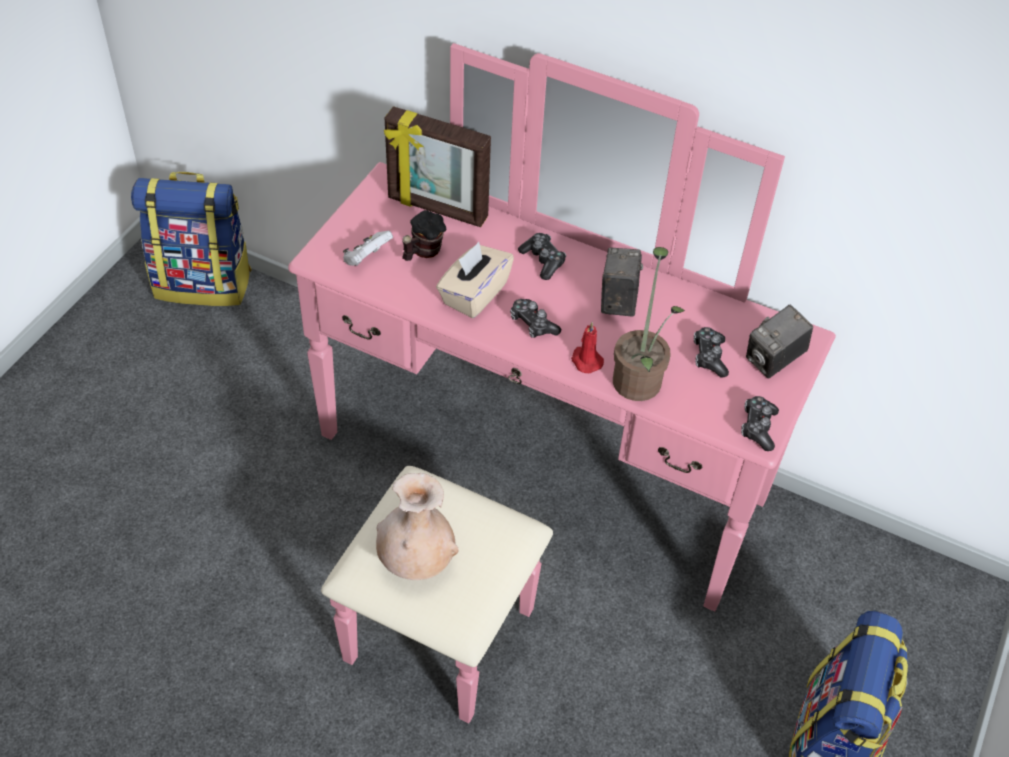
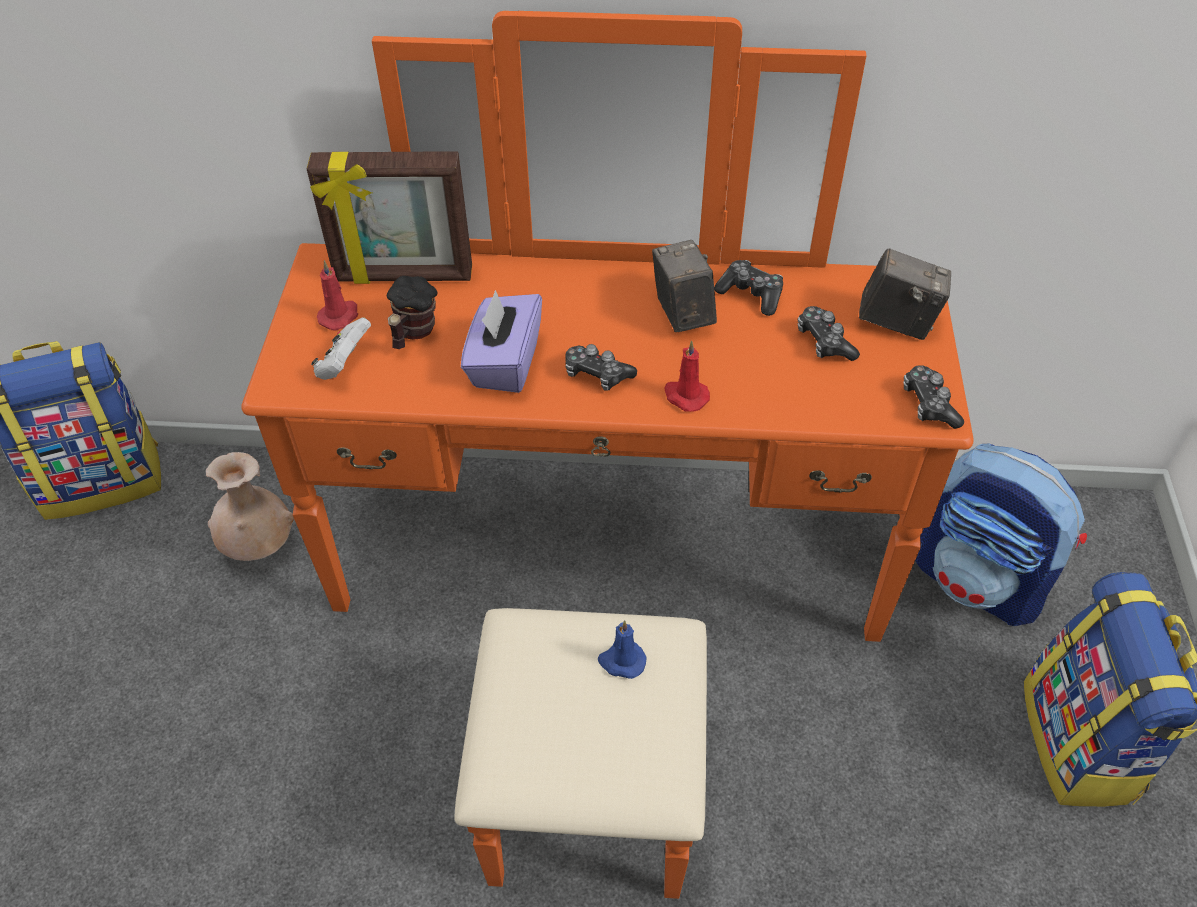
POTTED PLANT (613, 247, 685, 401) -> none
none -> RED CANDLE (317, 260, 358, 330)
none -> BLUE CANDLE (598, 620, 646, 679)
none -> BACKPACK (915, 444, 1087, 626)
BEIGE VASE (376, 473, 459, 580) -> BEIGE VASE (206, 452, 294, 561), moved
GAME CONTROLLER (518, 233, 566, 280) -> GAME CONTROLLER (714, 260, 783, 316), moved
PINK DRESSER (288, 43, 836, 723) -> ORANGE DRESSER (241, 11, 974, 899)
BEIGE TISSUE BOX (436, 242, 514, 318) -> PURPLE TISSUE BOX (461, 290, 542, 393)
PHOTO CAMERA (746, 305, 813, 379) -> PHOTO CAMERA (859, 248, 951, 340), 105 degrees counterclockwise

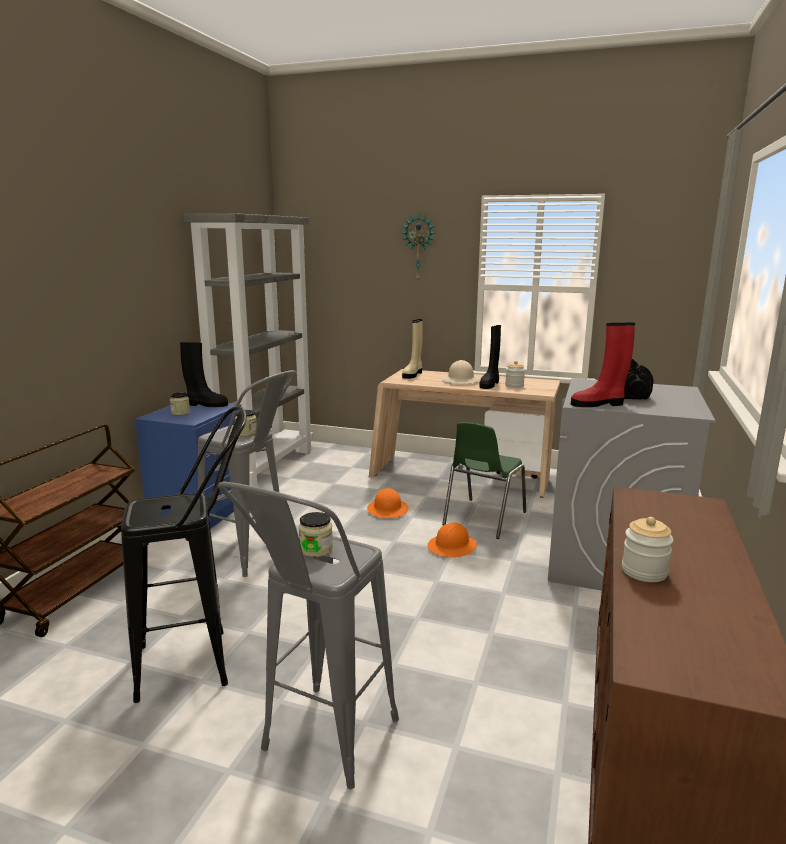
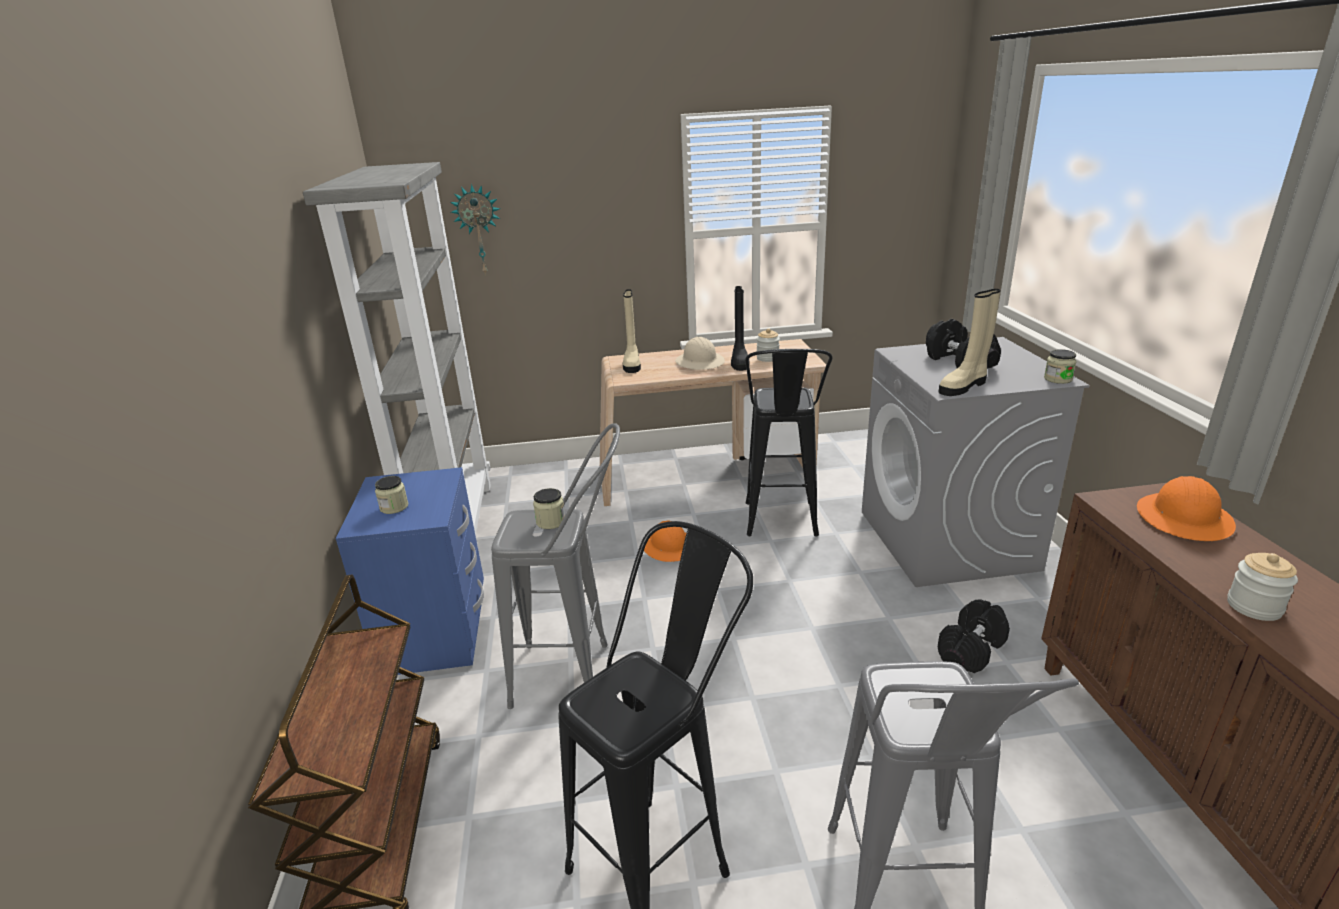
BLACK BOOT (180, 342, 228, 407) -> none
none -> BLACK DUMBBELL (938, 599, 1010, 673)
JAR (299, 512, 333, 557) -> JAR (1044, 349, 1077, 384), moved
WALL CLOCK (402, 215, 435, 280) -> WALL CLOCK (450, 184, 500, 276), moved
ORANGE HARD HAT (427, 522, 477, 557) -> ORANGE HARD HAT (1137, 476, 1236, 541), moved
GREEN CHAIR (442, 422, 526, 539) -> BLACK STOOL (745, 349, 832, 537)
RED BOOT (571, 322, 635, 407) -> BEIGE BOOT (938, 289, 1000, 396)

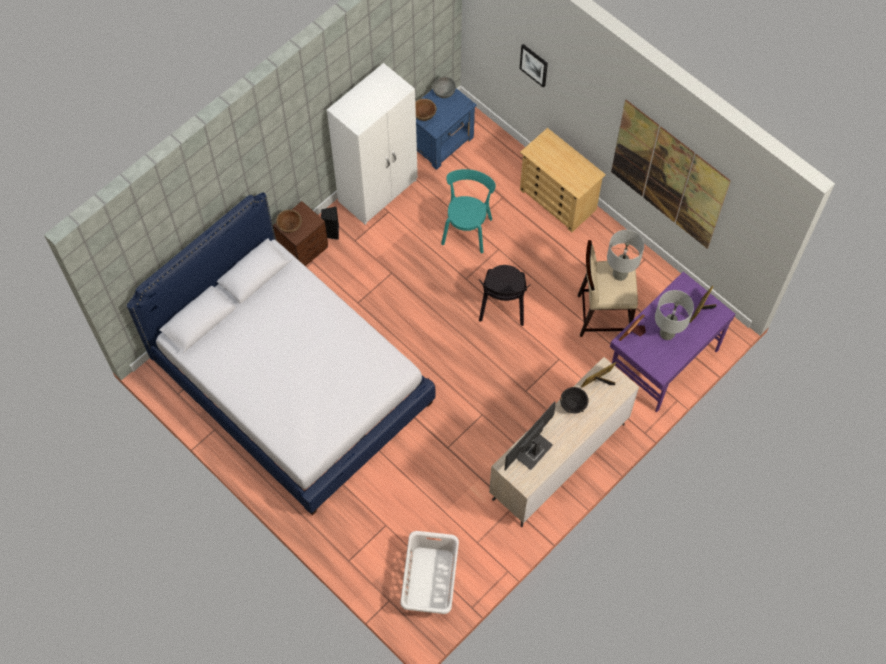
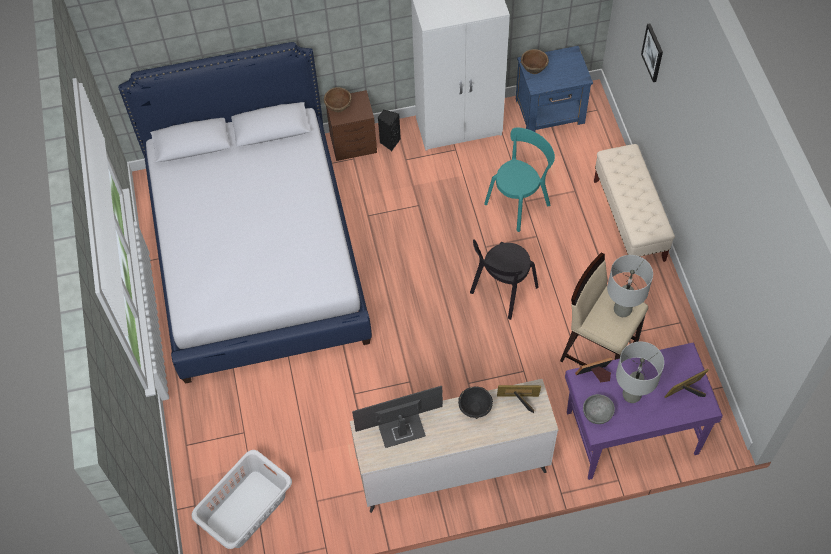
PICTURE (611, 100, 731, 248) -> none
GREY BOWL (433, 77, 456, 98) -> GREY BOWL (583, 394, 615, 424), moved
BEIGE DRESSER (520, 128, 606, 233) -> BEIGE BENCH (594, 144, 675, 262)

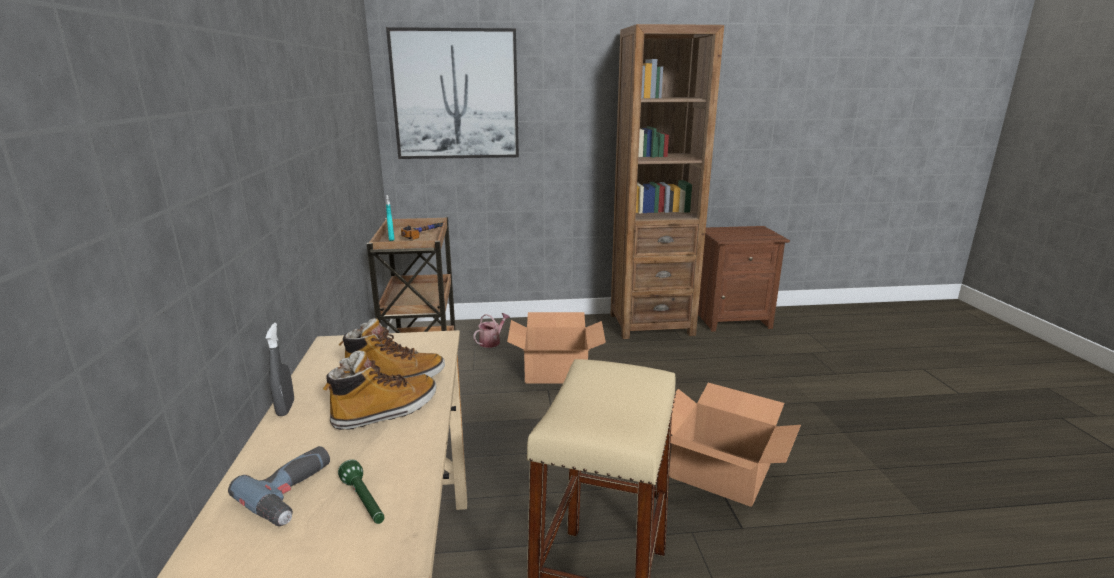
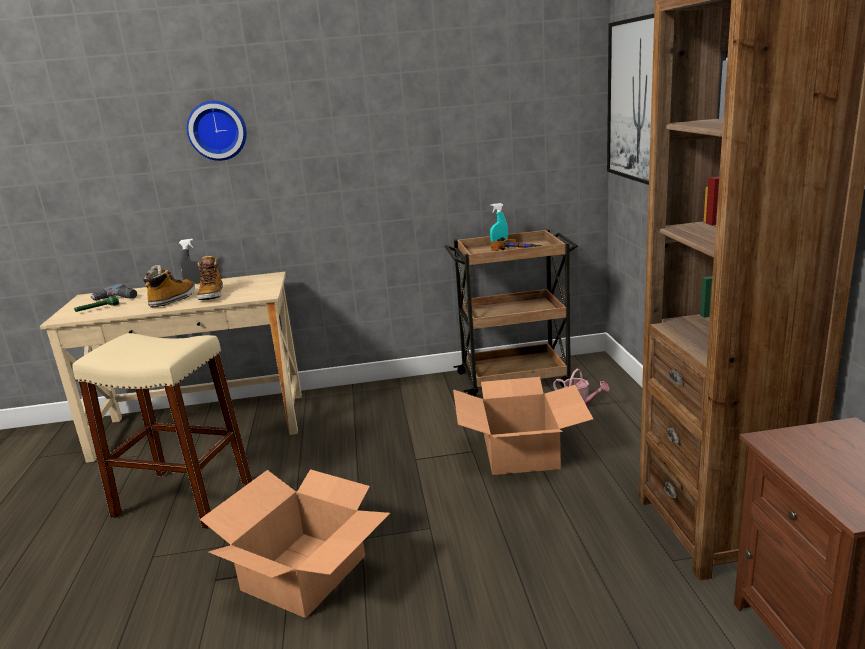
none -> WALL CLOCK (187, 101, 247, 161)
BOOT (323, 350, 436, 430) -> BOOT (143, 265, 195, 307), 120 degrees counterclockwise

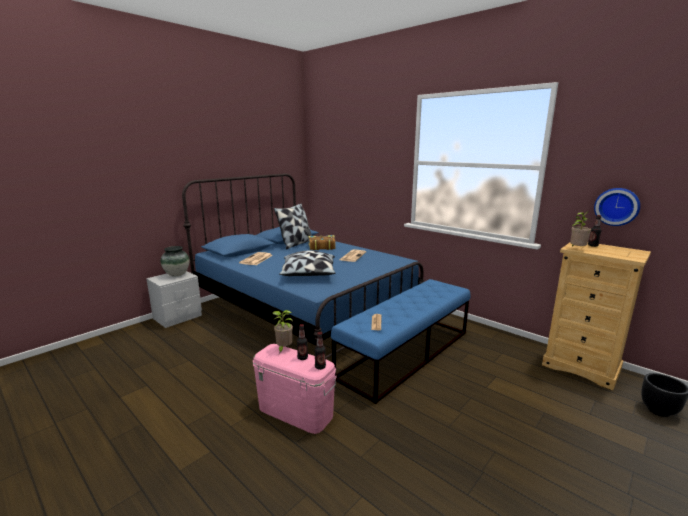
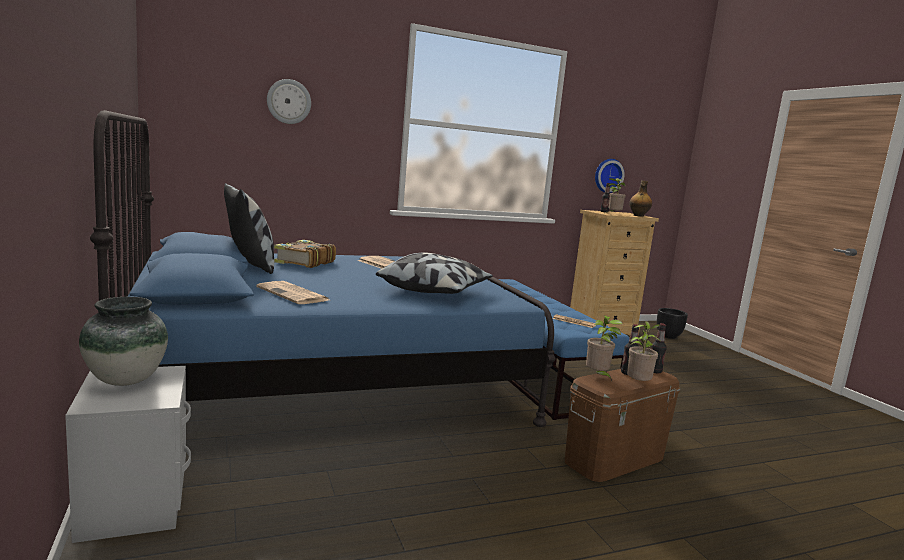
none -> WALL CLOCK (267, 79, 311, 124)
none -> POTTED PLANT (627, 321, 660, 381)
none -> BOTTLE (629, 180, 652, 217)
PINK STORAGE BOX (253, 344, 337, 434) -> BROWN STORAGE BOX (565, 369, 680, 482)

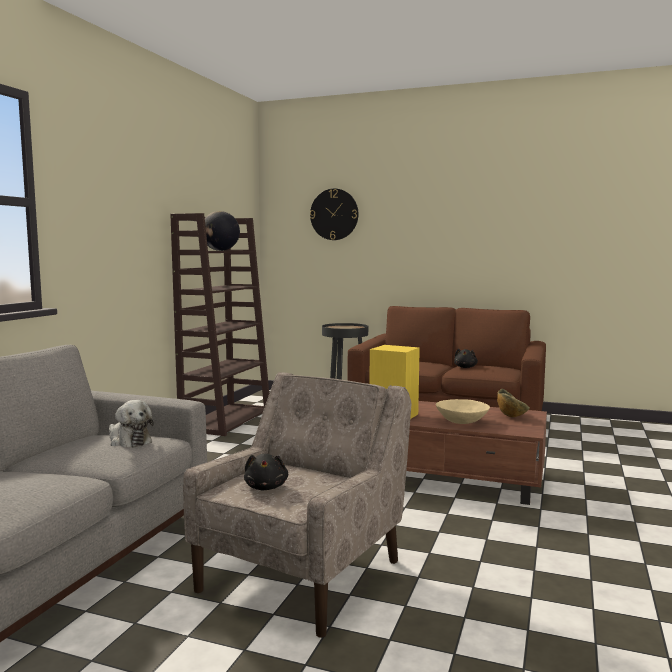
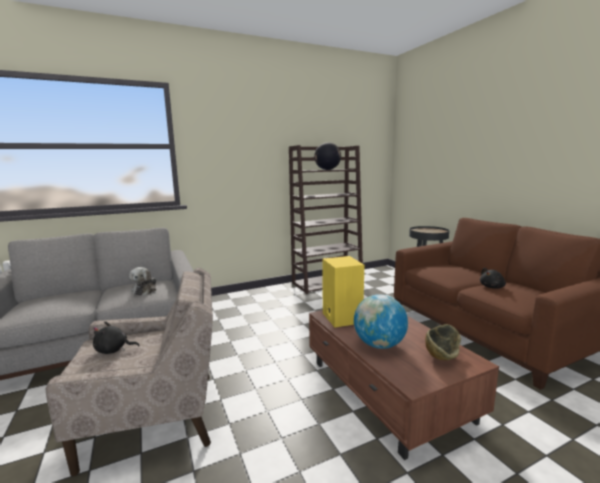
WALL CLOCK (310, 189, 358, 240) -> none
BEIGE BOWL (436, 399, 490, 424) -> GLOBE (354, 294, 408, 349)
BLACK PLUSH TOY (244, 454, 288, 490) -> BLACK PLUSH TOY (93, 321, 140, 354), 45 degrees clockwise

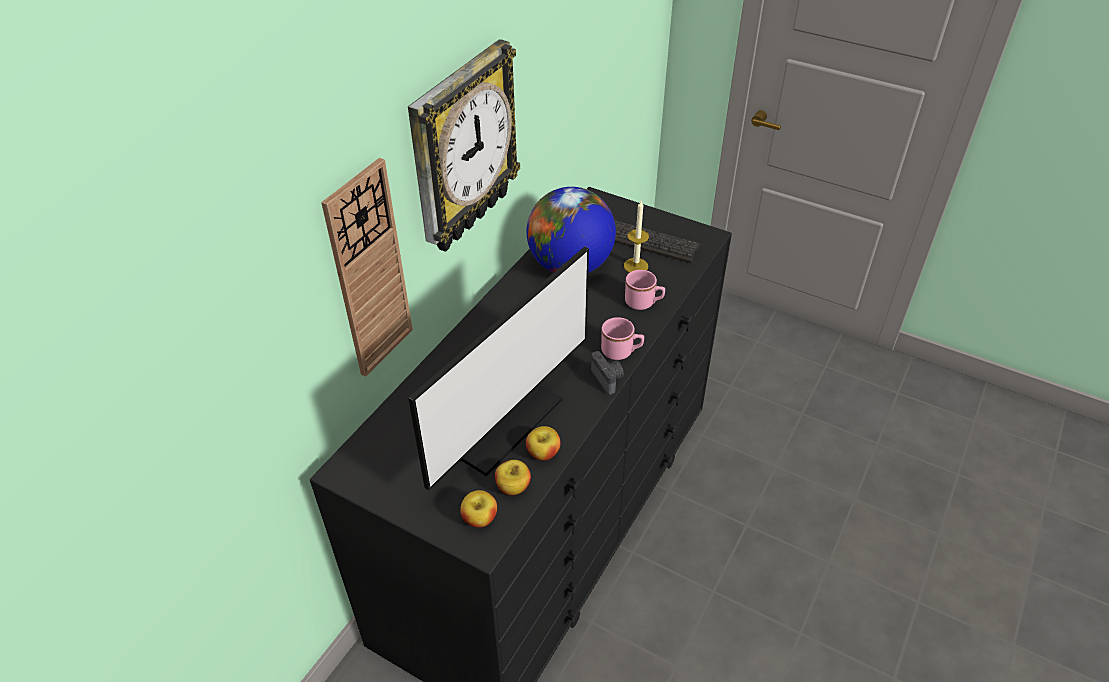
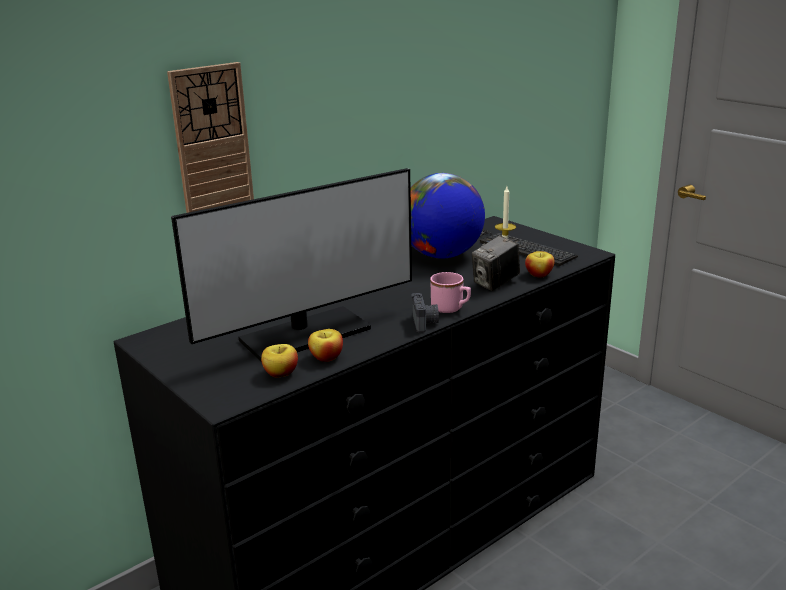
WALL CLOCK (408, 39, 520, 252) -> none
APPLE (460, 490, 497, 528) -> APPLE (525, 251, 554, 278), moved
PINK MUG (625, 270, 665, 310) -> PHOTO CAMERA (472, 235, 520, 291)

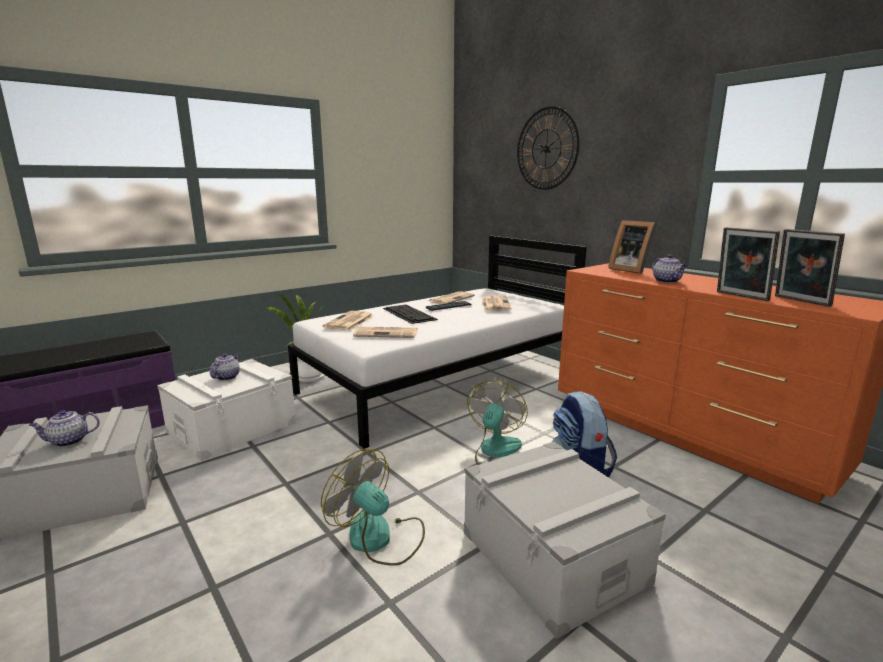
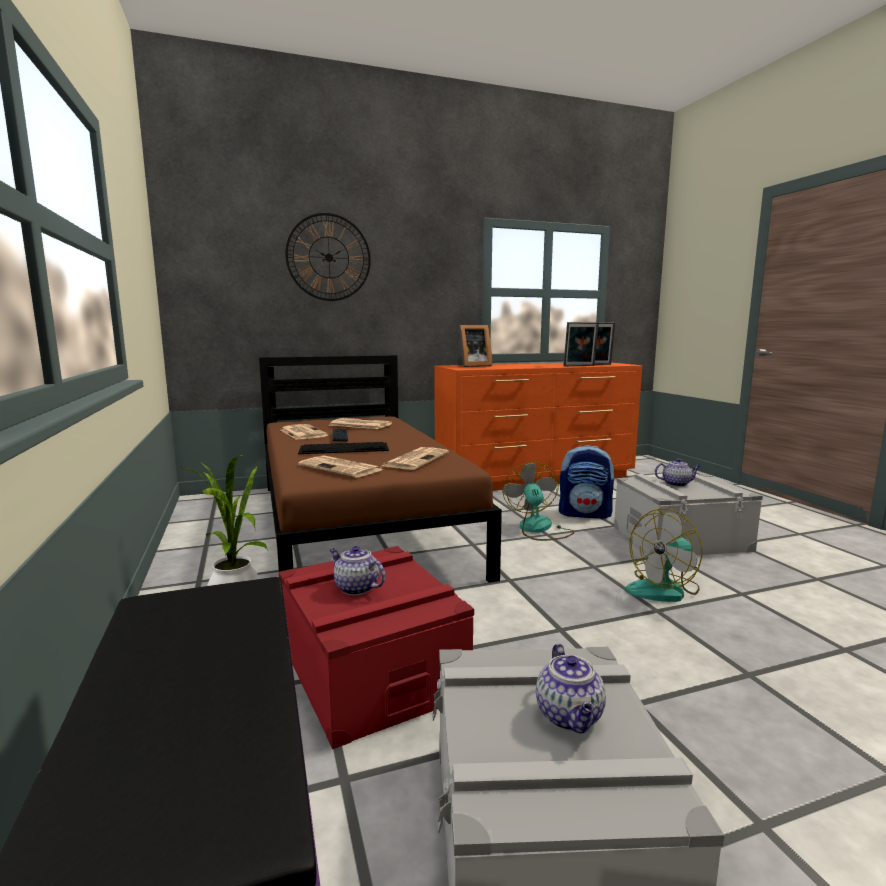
TEAPOT (651, 254, 687, 283) -> TEAPOT (655, 458, 700, 487), moved
WHITE STORAGE BOX (157, 359, 296, 461) -> RED STORAGE BOX (279, 546, 474, 749)
WHITE BED (288, 236, 587, 449) -> BROWN BED (259, 355, 502, 583)
FAN (467, 380, 528, 465) -> FAN (503, 462, 575, 541), 45 degrees clockwise

